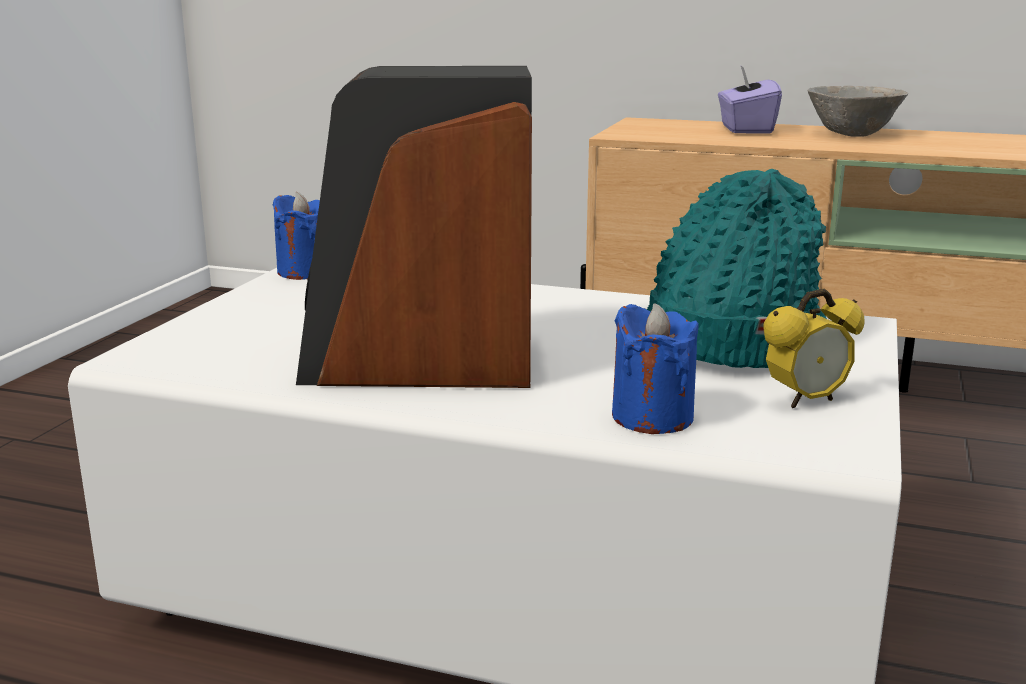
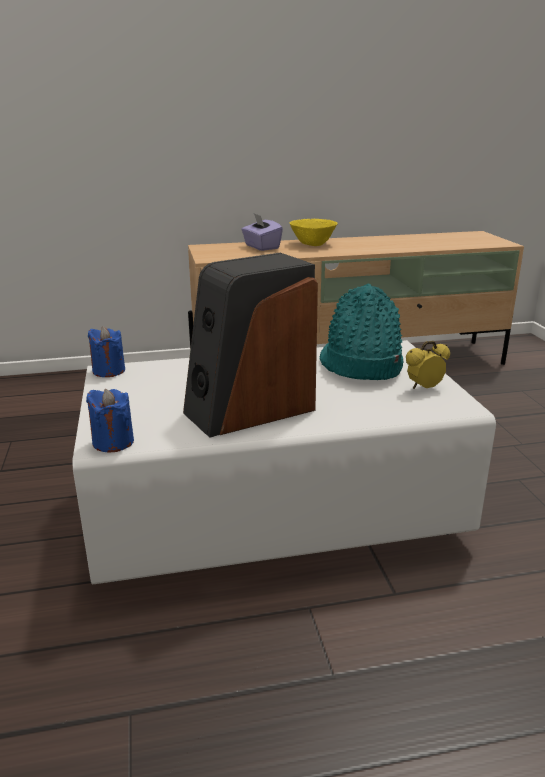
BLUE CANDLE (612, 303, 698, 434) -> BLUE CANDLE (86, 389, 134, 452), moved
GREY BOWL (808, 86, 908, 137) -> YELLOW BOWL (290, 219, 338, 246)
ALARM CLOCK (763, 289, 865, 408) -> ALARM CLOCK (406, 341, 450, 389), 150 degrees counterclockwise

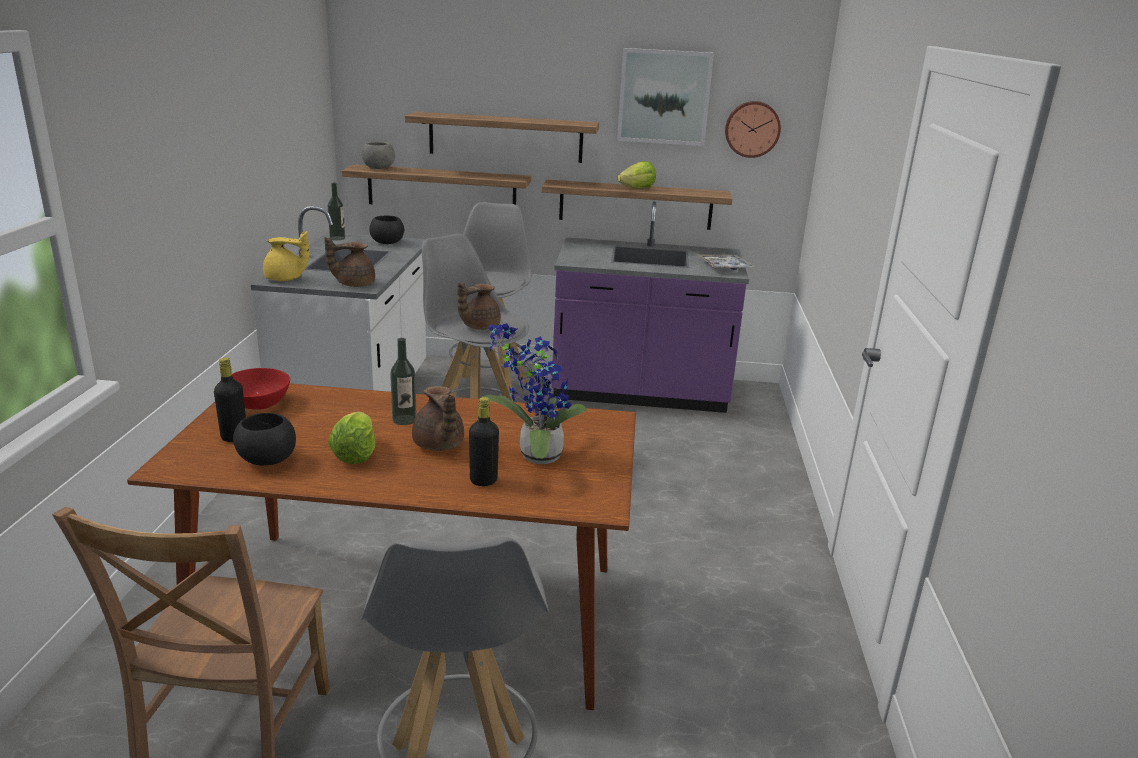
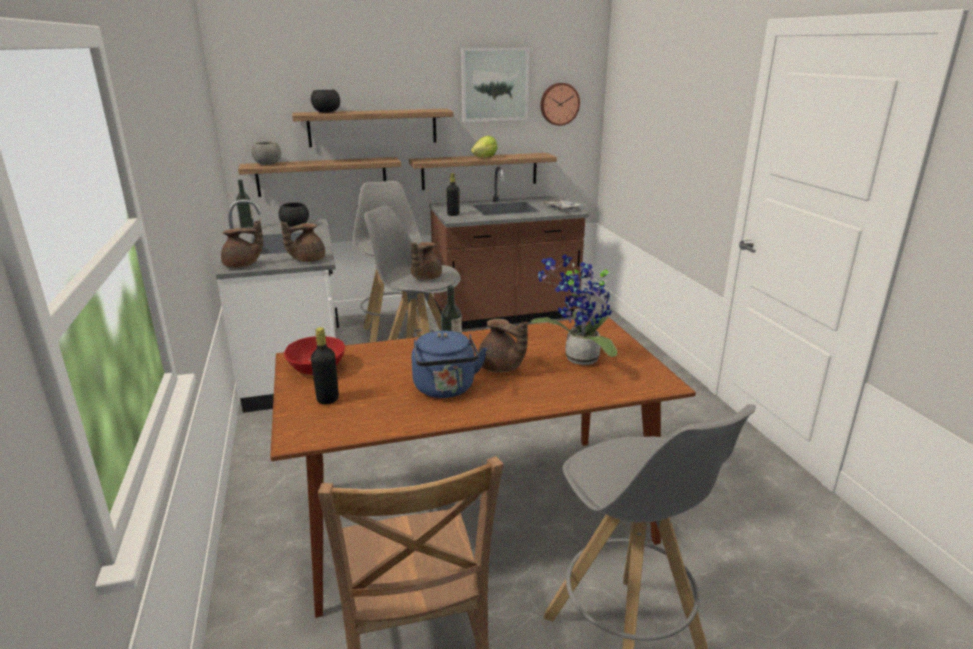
BLACK BOWL (233, 413, 296, 466) -> BLACK BOWL (311, 90, 340, 113), moved
BLACK BOTTLE (469, 397, 499, 486) -> BLACK BOTTLE (446, 173, 459, 216), moved
LETTUCE (328, 412, 375, 464) -> BLUE KETTLE (412, 331, 487, 398)
YELLOW TEAPOT (263, 231, 309, 281) -> BROWN TEAPOT (221, 220, 263, 268)
PURPLE COUNTER (552, 202, 749, 413) -> BROWN COUNTER (429, 166, 589, 330)

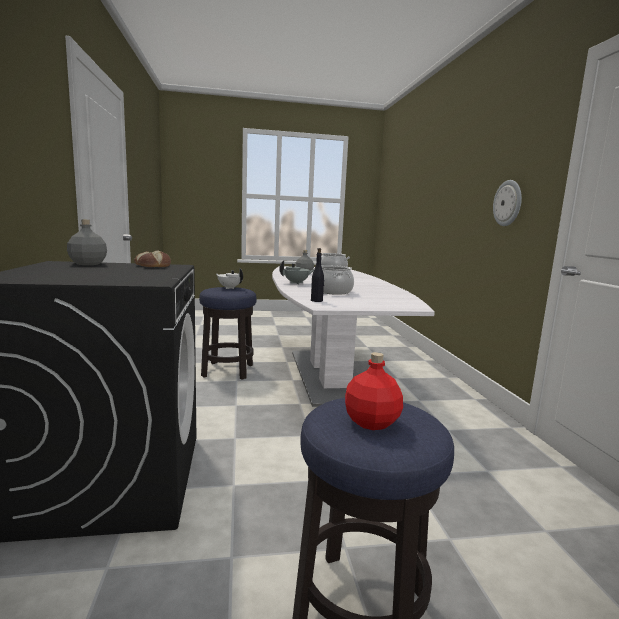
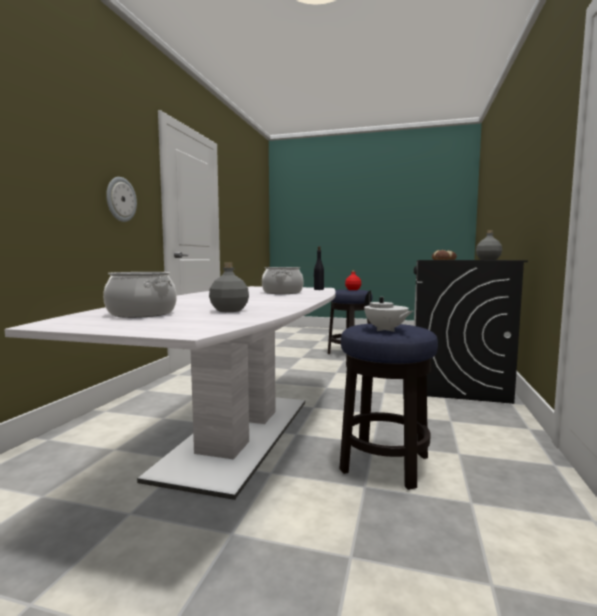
GREY TEAPOT (279, 260, 314, 284) -> none

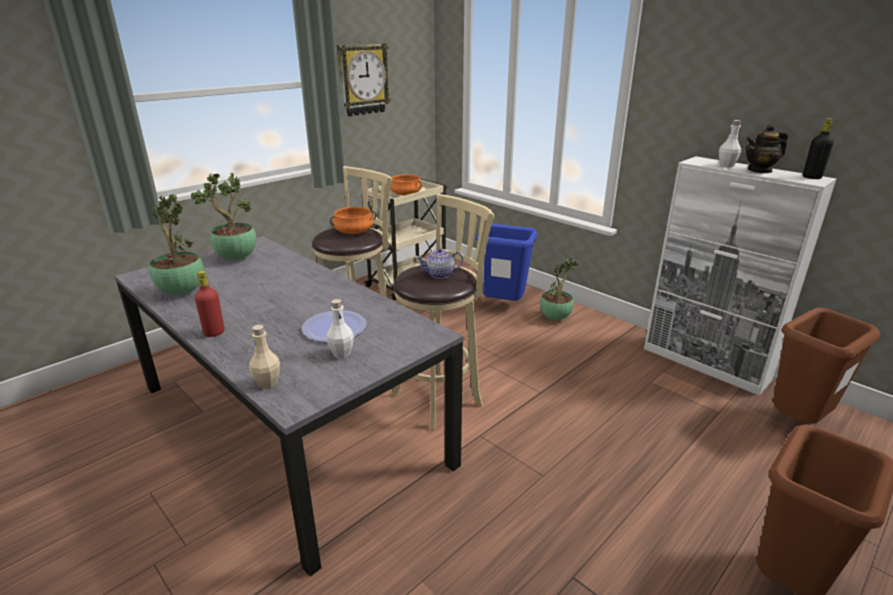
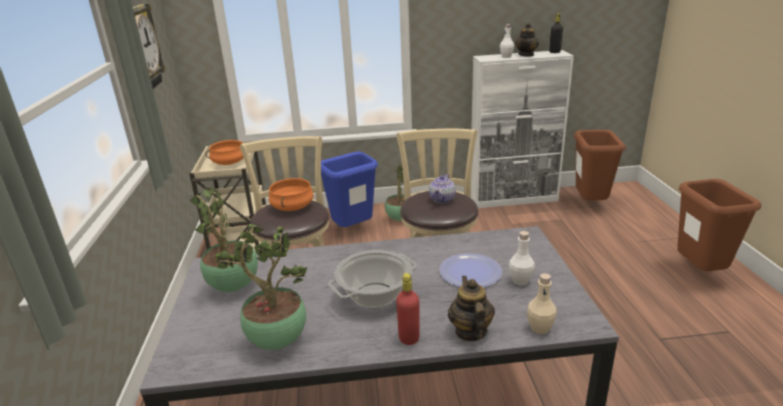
none -> COOKING POT (328, 250, 417, 308)
none -> TEAPOT (448, 276, 495, 342)

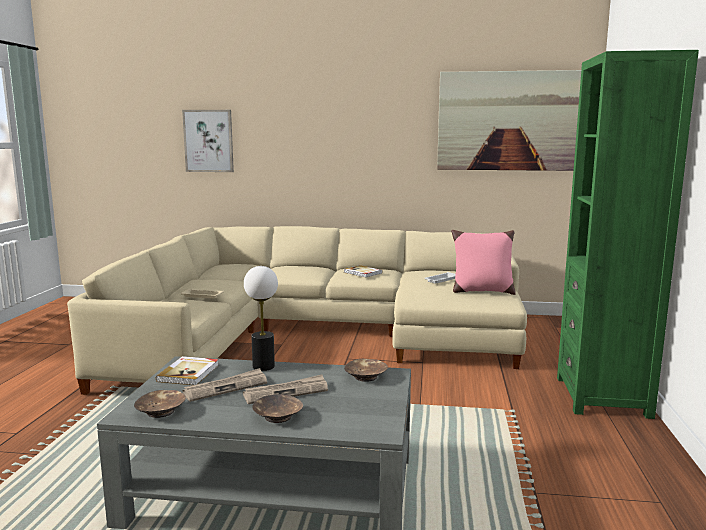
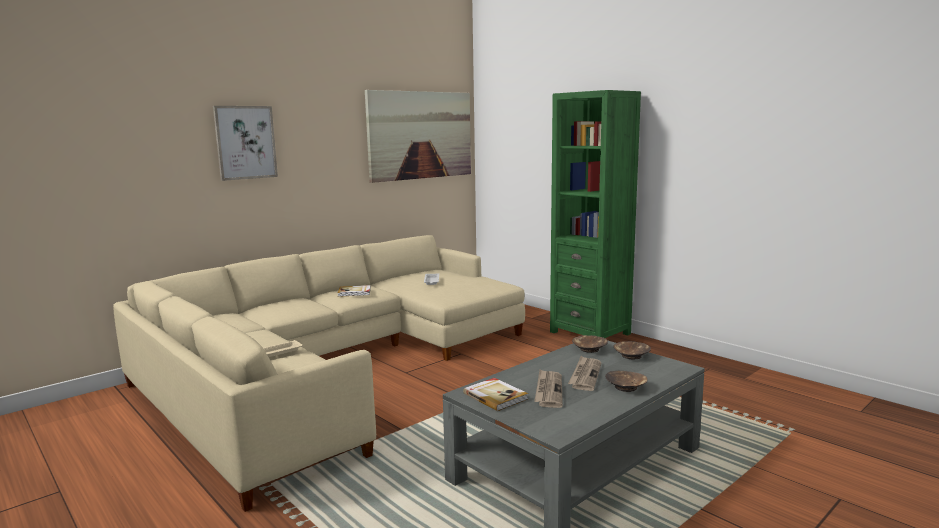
TABLE LAMP (244, 266, 278, 371) -> none
PINK PILLOW (451, 230, 516, 295) -> none
BROWN BOWL (134, 390, 186, 418) -> BROWN BOWL (614, 341, 651, 359), moved
PICTURE (182, 110, 234, 172) -> PICTURE (213, 106, 278, 181), moved

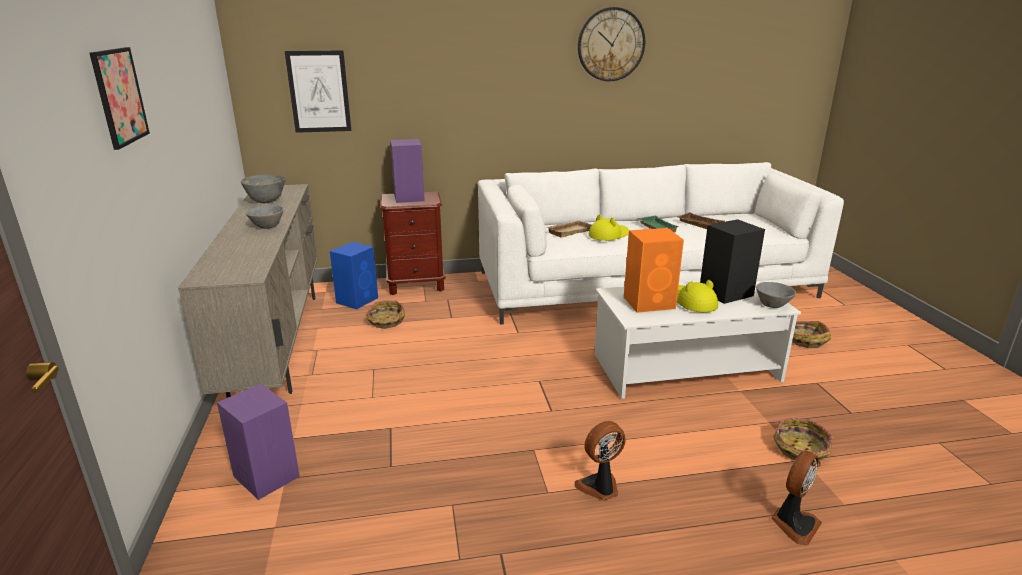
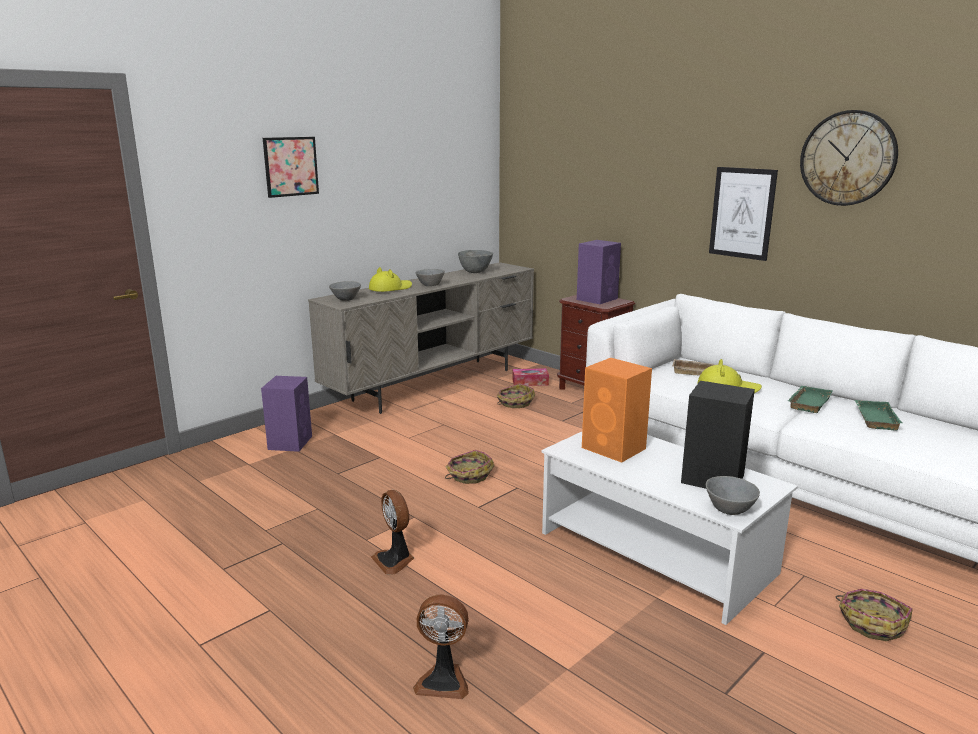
none -> GREY BOWL (329, 281, 361, 301)
PICTURE (285, 50, 351, 133) -> PICTURE (709, 167, 778, 261), moved
YELLOW HAT (677, 280, 718, 312) -> YELLOW HAT (369, 267, 412, 292), moved
BASKET (773, 418, 833, 467) -> BASKET (445, 450, 495, 484), moved
BLUE SPEAKER (330, 242, 378, 309) -> TISSUE BOX (512, 368, 549, 386)
BROWN TRAY (678, 212, 724, 229) -> GREEN TRAY (855, 400, 903, 430)
FAN (575, 421, 625, 501) -> FAN (371, 490, 414, 575), 150 degrees counterclockwise

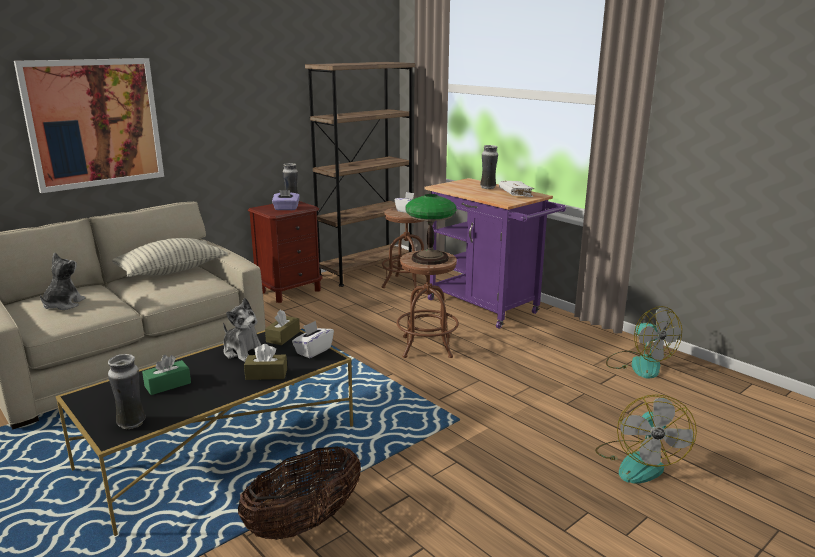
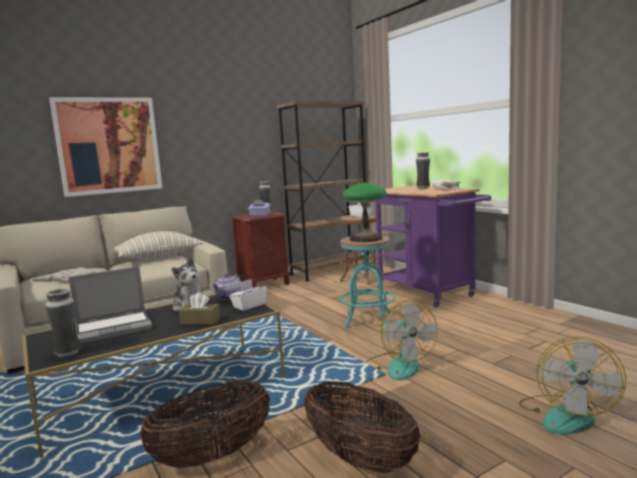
none -> BASKET (304, 381, 421, 473)
FAN (606, 306, 682, 379) -> FAN (365, 301, 438, 380), moved
PLUSH TOY (40, 252, 86, 310) -> WHITE BOOK (33, 267, 95, 283)
GREEN TISSUE BOX (142, 355, 191, 395) -> LAPTOP (69, 266, 152, 344)
BROWN TISSUE BOX (265, 309, 300, 345) -> TEAPOT (212, 274, 241, 300)
BROWN STOOL (397, 250, 459, 358) -> TURQUOISE STOOL (340, 236, 395, 328)

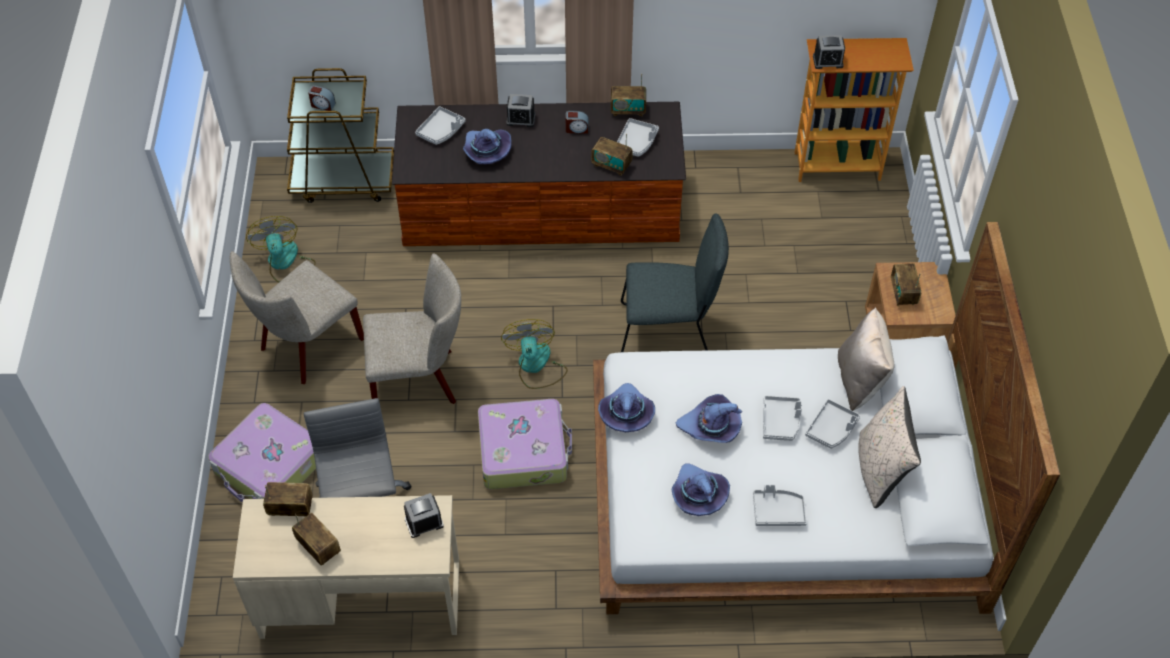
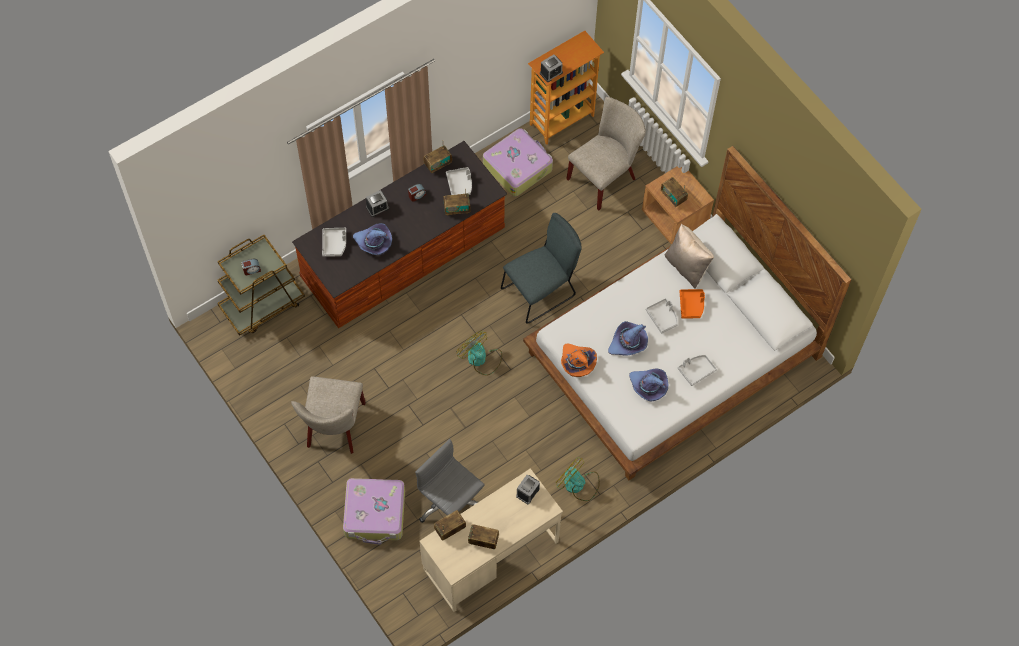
BEIGE PILLOW (858, 386, 921, 508) -> none
FAN (246, 216, 316, 283) -> FAN (556, 457, 600, 501), moved
BEIGE CHAIR (363, 253, 461, 404) -> BEIGE CHAIR (566, 97, 646, 210), moved
SUITCASE (478, 399, 572, 489) -> SUITCASE (483, 128, 553, 197), moved
PURPLE HAT (598, 383, 655, 432) -> ORANGE HAT (561, 343, 597, 377)
GREY TRAY (805, 399, 860, 449) -> ORANGE TRAY (680, 289, 705, 318)

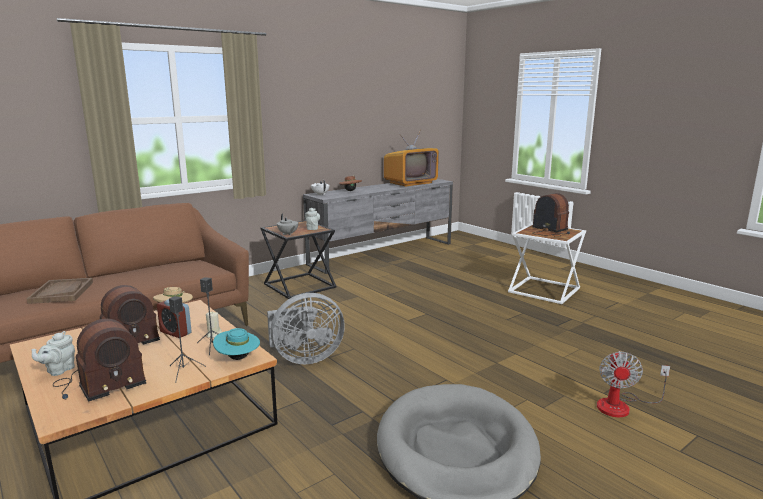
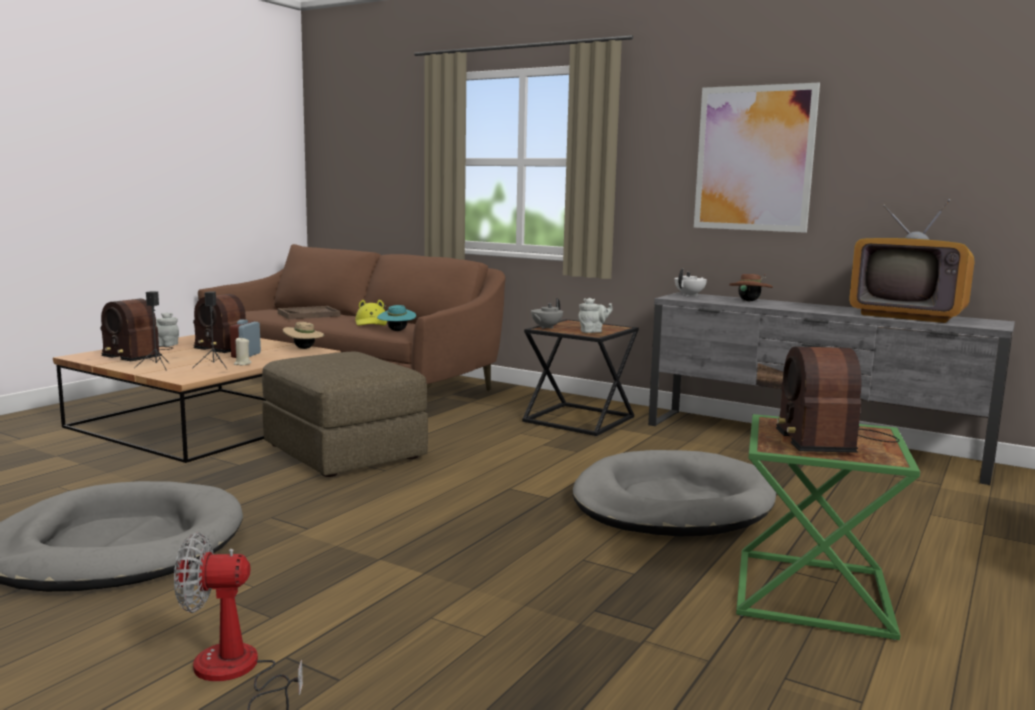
none -> YELLOW HAT (355, 300, 387, 326)
none -> GREY DOG BED (573, 450, 776, 536)
none -> PICTURE (694, 83, 820, 233)
TURQUOISE HAT (213, 328, 260, 360) -> TURQUOISE HAT (377, 305, 416, 331), moved
GREY FAN (267, 293, 345, 364) -> BROWN OTTOMAN (262, 352, 428, 477)
WHITE SIDE TABLE (508, 223, 586, 304) -> GREEN SIDE TABLE (736, 414, 920, 640)
RADIO (532, 193, 570, 237) -> RADIO (776, 347, 900, 453), 150 degrees clockwise

